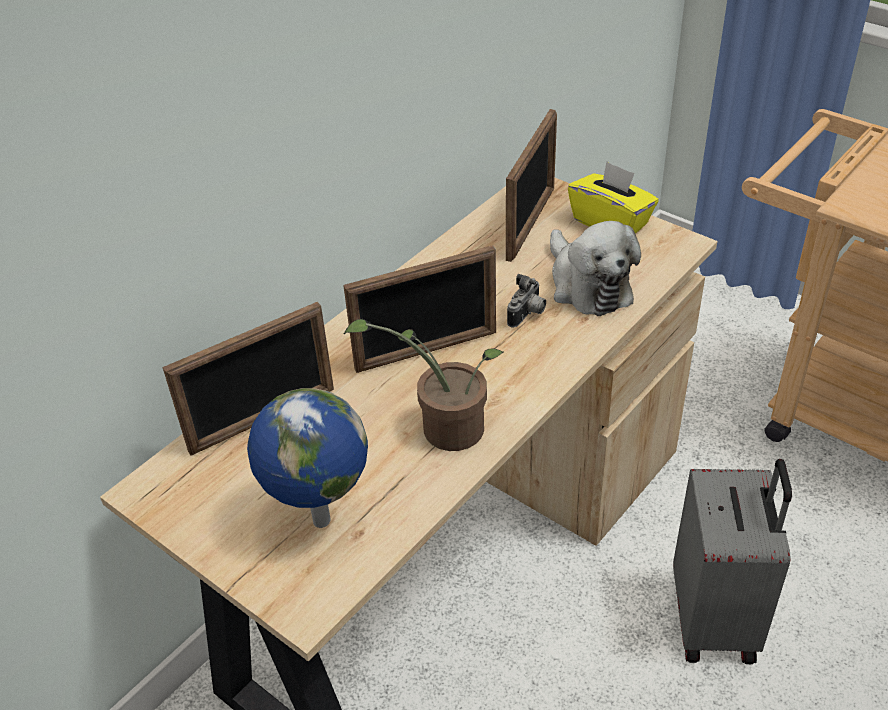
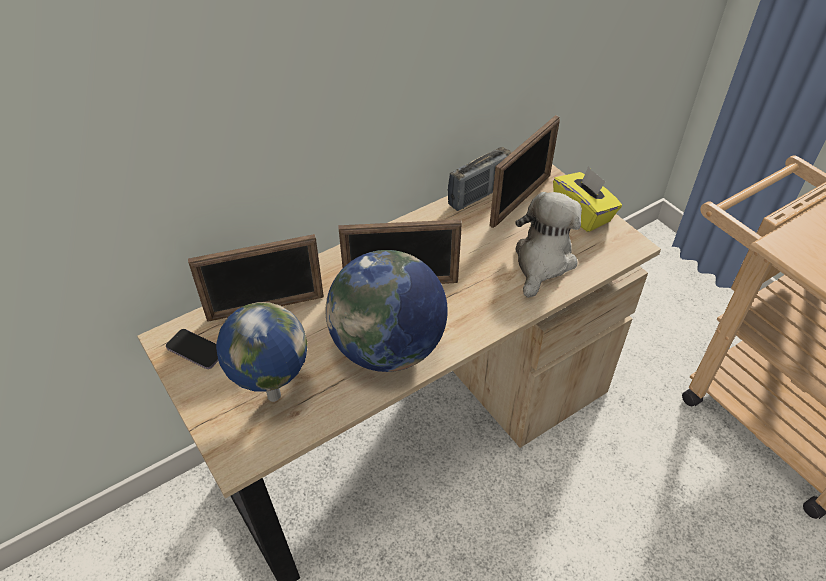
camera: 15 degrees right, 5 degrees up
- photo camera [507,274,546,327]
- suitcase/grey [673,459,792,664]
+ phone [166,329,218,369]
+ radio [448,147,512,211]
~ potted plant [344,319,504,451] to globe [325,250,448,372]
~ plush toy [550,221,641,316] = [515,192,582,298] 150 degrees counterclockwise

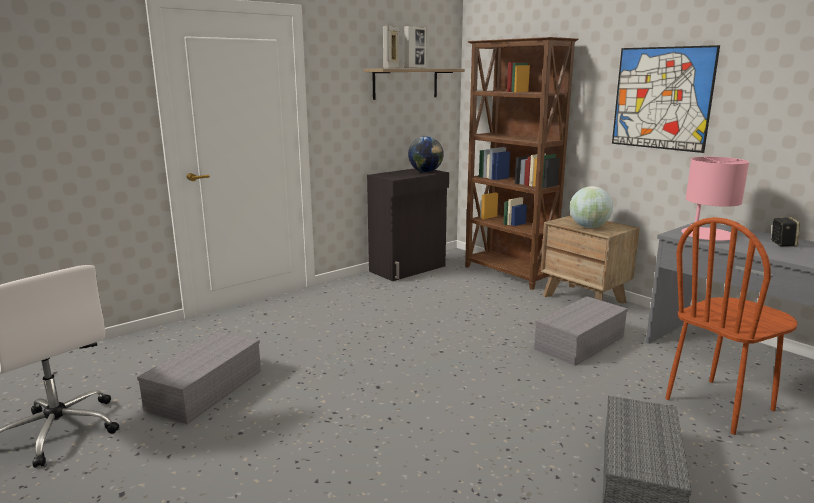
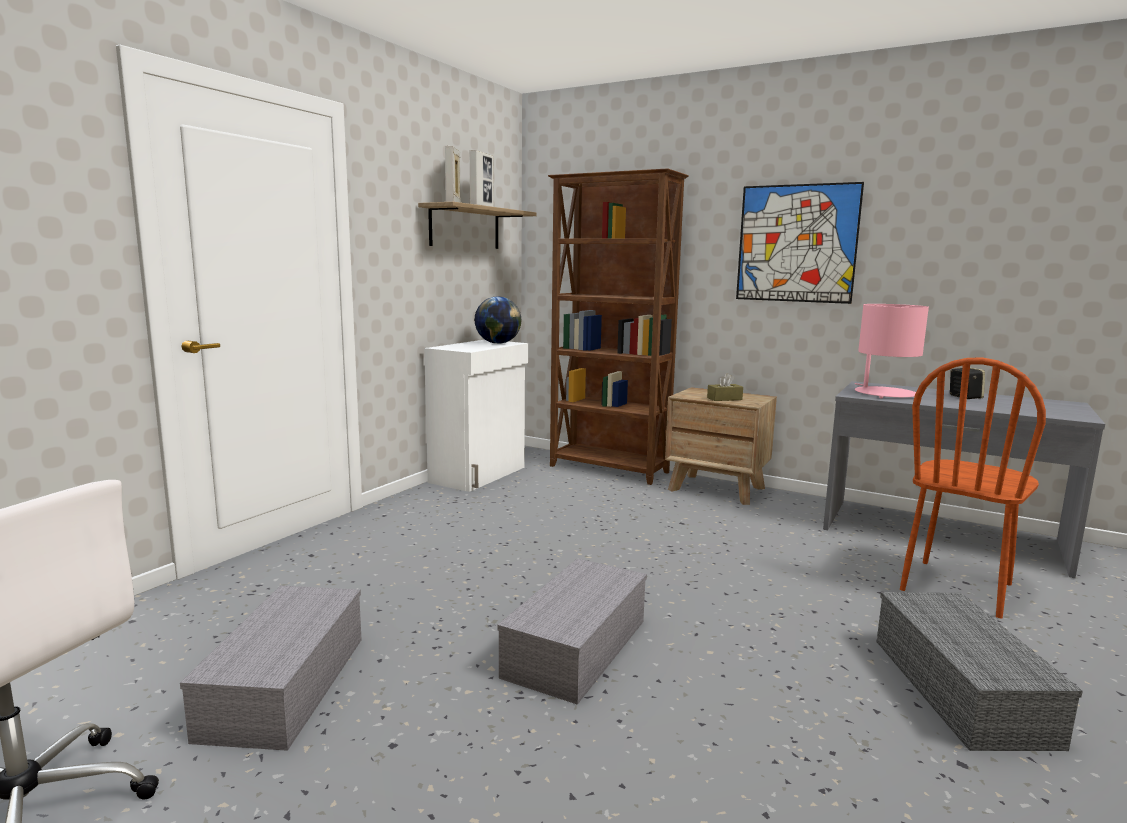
camera: 20 degrees left, 5 degrees down
~ storage box/grey [534,296,628,366] to [497,558,647,705]
~ globe [570,186,613,228] to tissue box/brown [707,373,743,401]
~ cabinet/black [367,168,449,281] to cabinet/white [424,340,528,492]

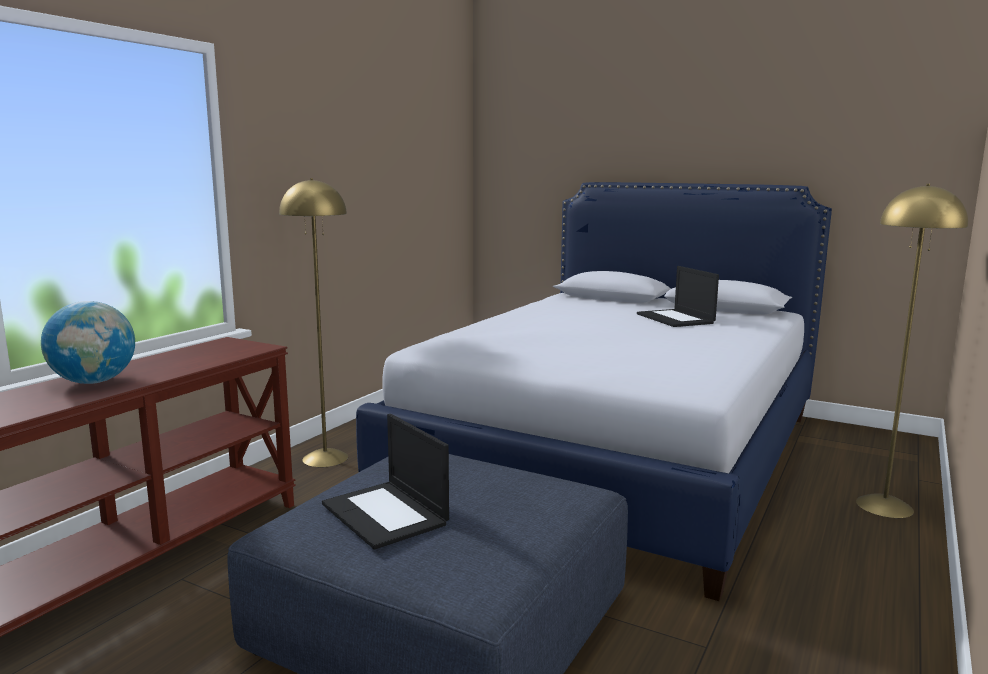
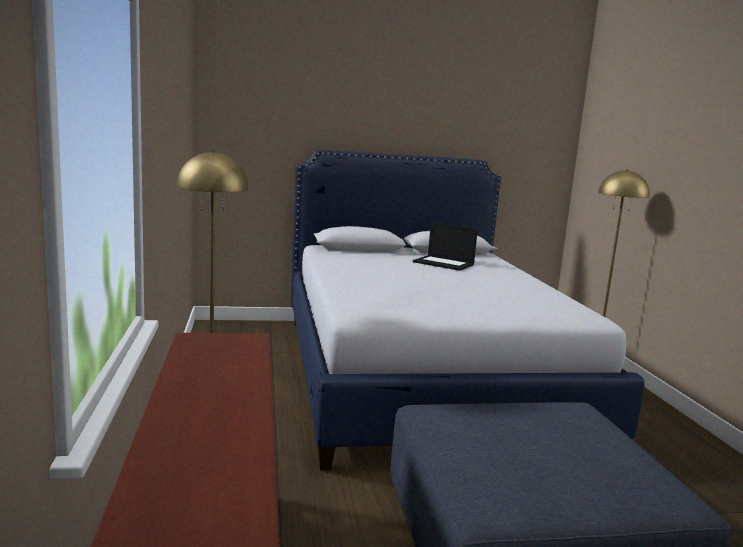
camera: 40 degrees left, 0 degrees up
- globe [41,301,135,384]
- laptop [322,414,449,549]

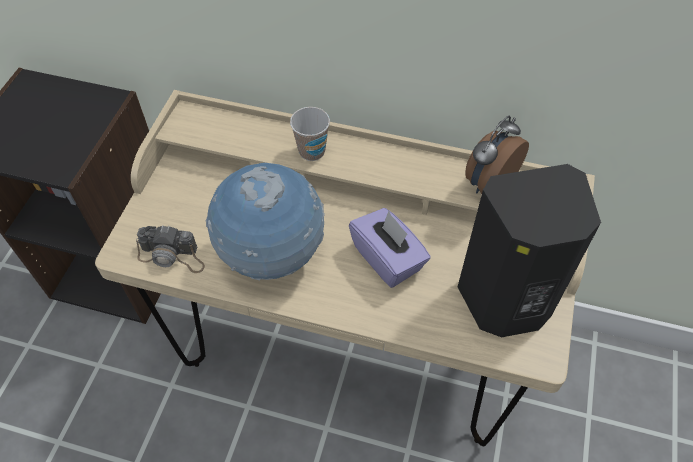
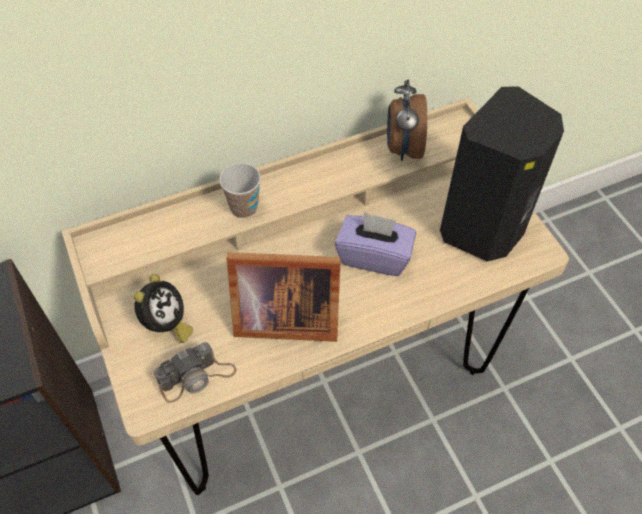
camera: 40 degrees left, 0 degrees up
+ alarm clock [134,274,193,343]
~ globe [205,163,325,280] to picture frame [226,252,341,342]

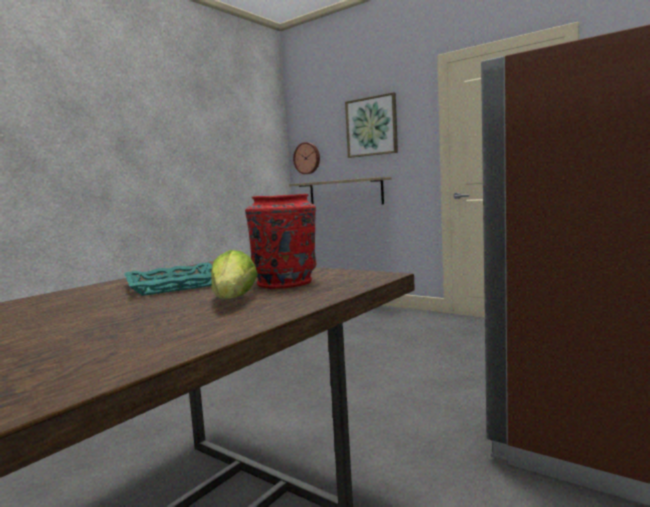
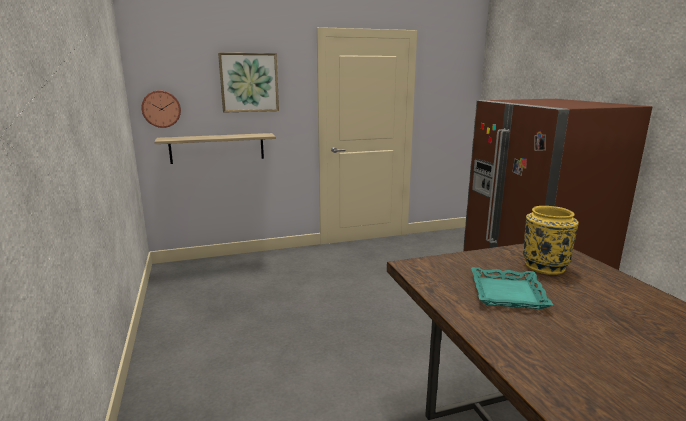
camera: 55 degrees left, 10 degrees up
- lettuce [211,250,258,299]
~ vase/red [245,194,317,289] to vase/yellow [523,206,579,275]

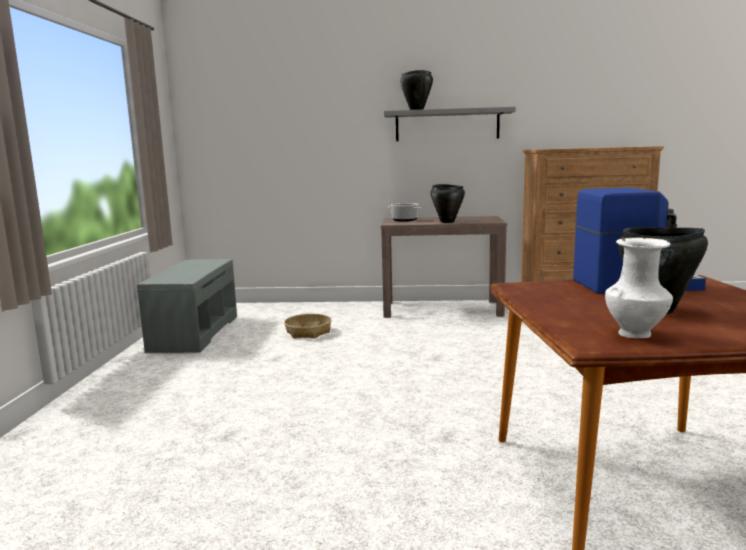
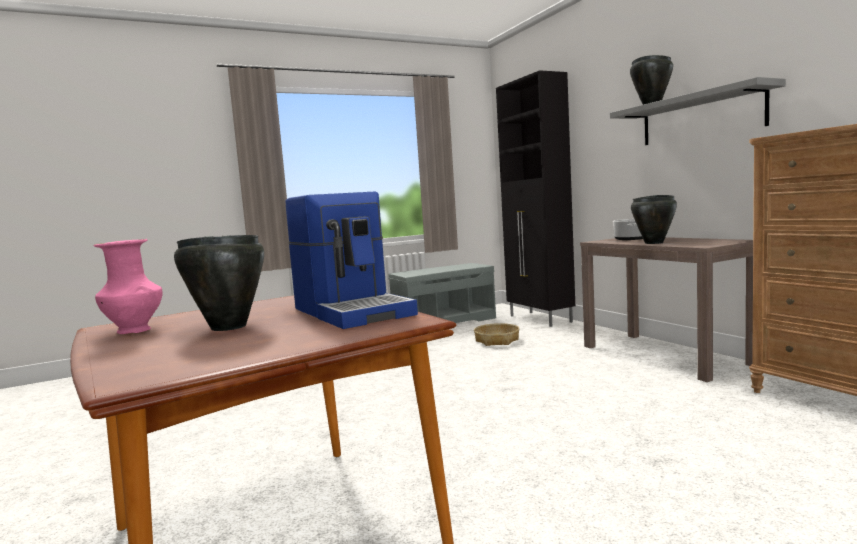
camera: 60 degrees right, 5 degrees down
+ cabinet/black [496,70,575,327]
~ vase/white [605,237,673,338] to vase/pink [94,239,163,334]

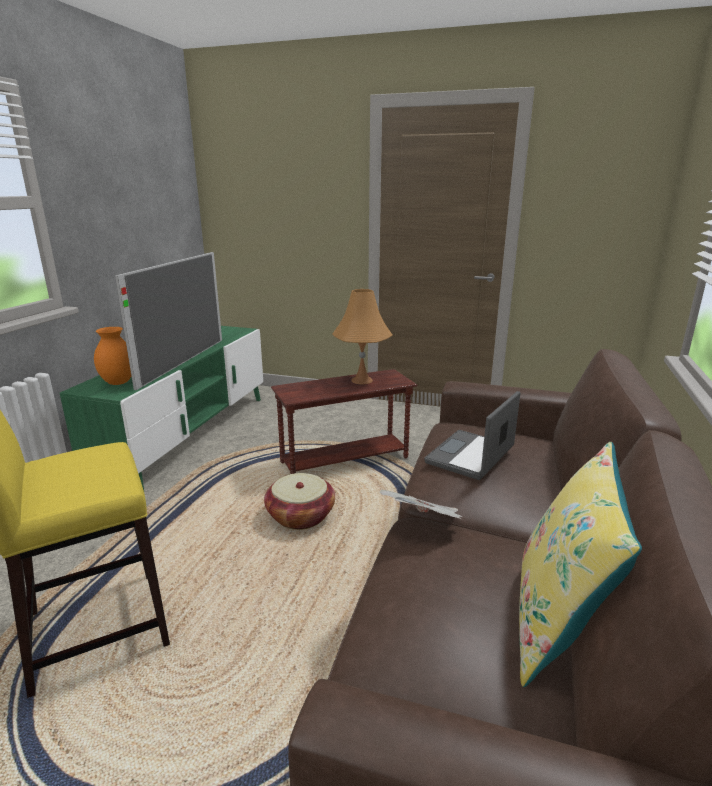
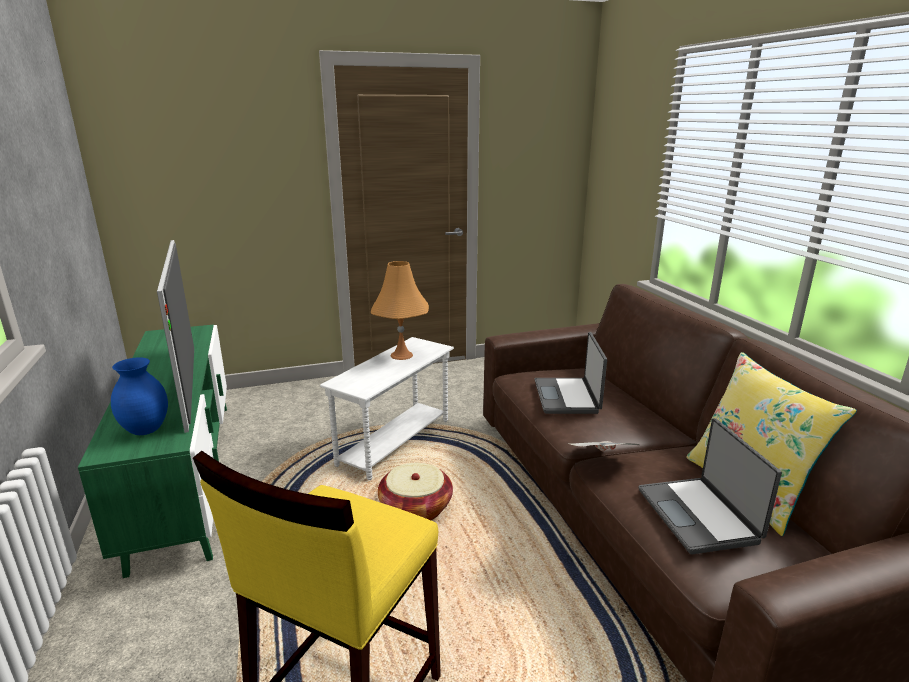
camera: 35 degrees left, 0 degrees up
+ laptop [639,418,782,554]
~ vase/orange [94,327,131,385] to vase/blue [111,357,168,435]
~ side table/brown [271,369,417,474] to side table/white [320,337,454,480]

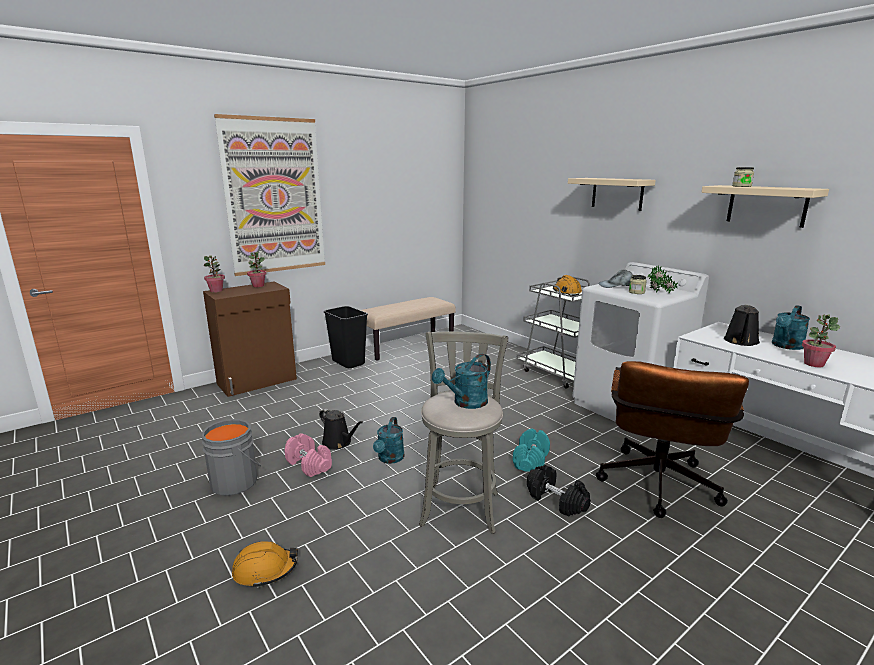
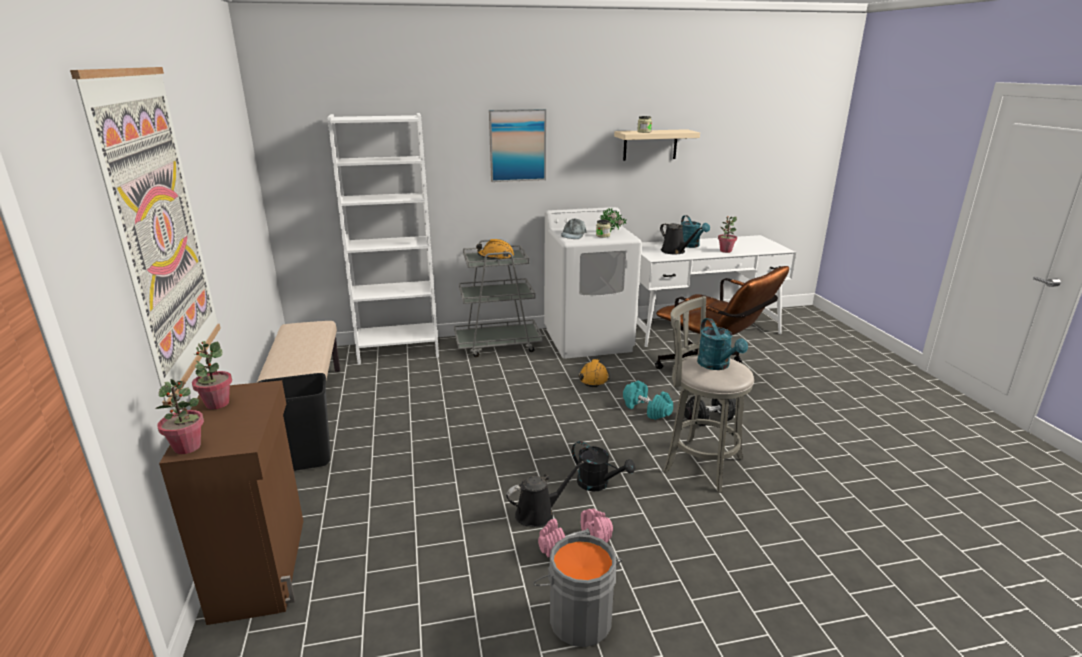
camera: 65 degrees left, 5 degrees up
+ bookcase/white [327,113,439,365]
~ hard hat/orange [232,541,298,588] to [578,359,610,387]
~ shelf/beige [568,178,656,211] to picture [489,109,546,182]
~ watering can/turquoise [373,417,404,464] to watering can/black [572,441,635,492]

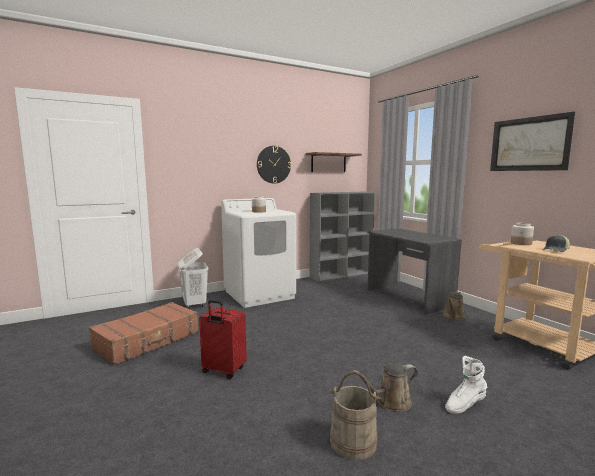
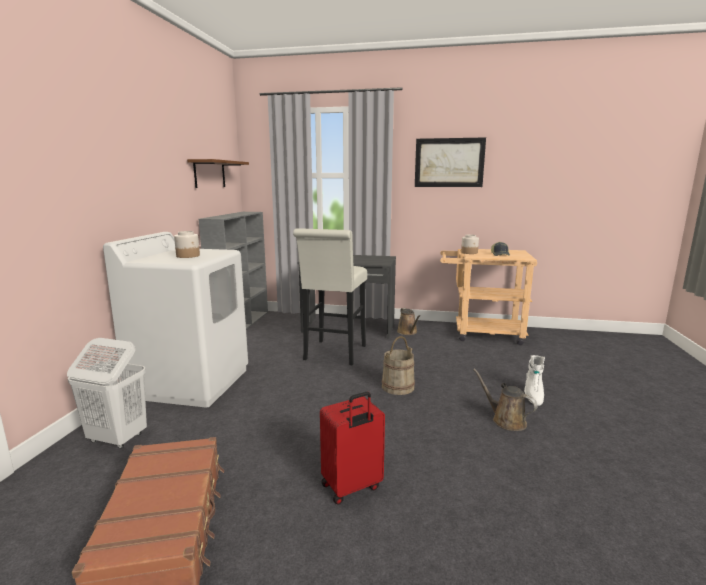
camera: 50 degrees left, 5 degrees up
- wall clock [257,146,291,183]
+ stool/white [293,228,367,365]
~ bucket/beige [330,371,380,460] to [382,336,415,395]
~ watering can/brown [352,363,418,411] = [473,369,537,431] 120 degrees clockwise

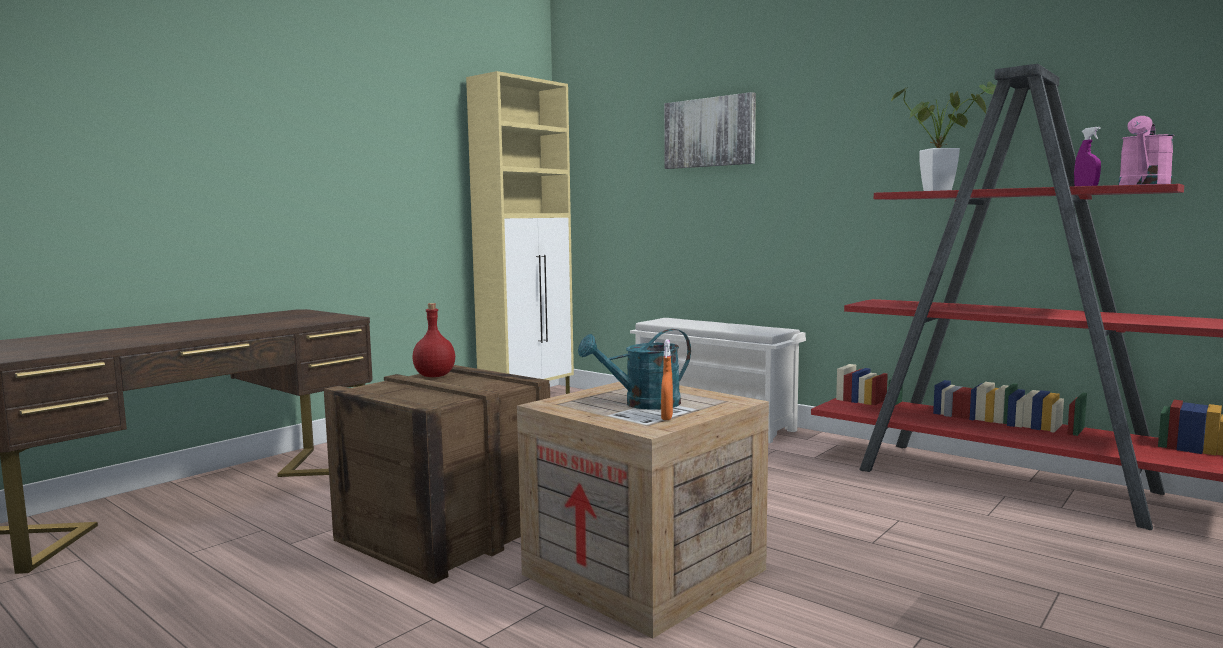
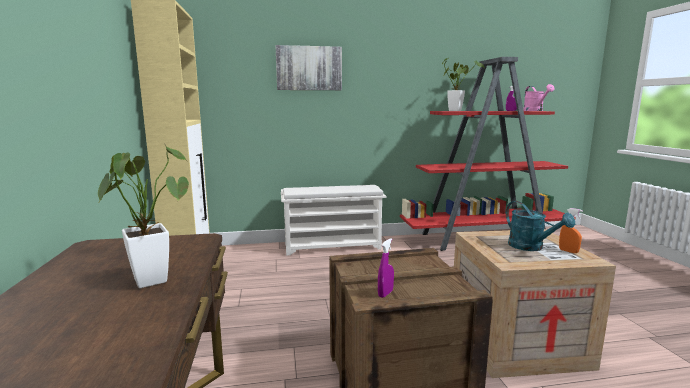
camera: 50 degrees left, 5 degrees up
- bottle/red [412,303,455,377]
+ potted plant [98,145,189,288]
+ spray bottle/purple [378,238,394,298]
~ watering can/turquoise [578,329,691,410] = [506,201,575,251] 45 degrees counterclockwise

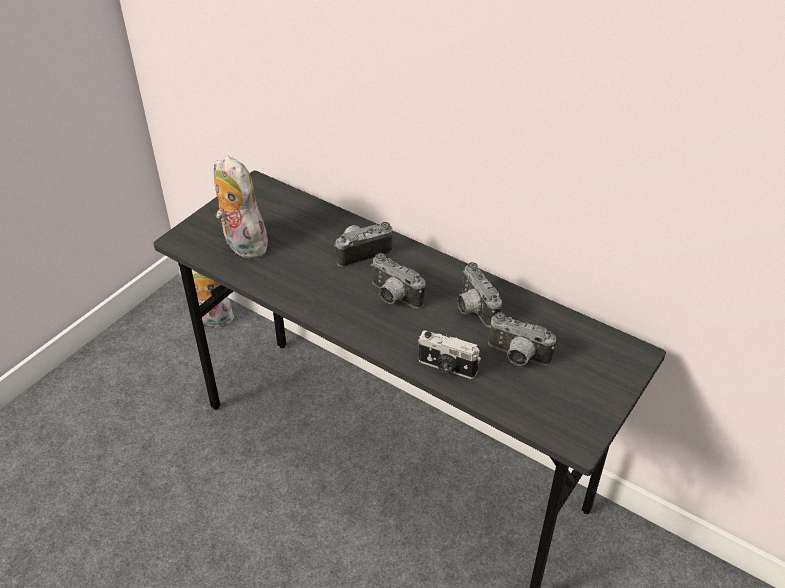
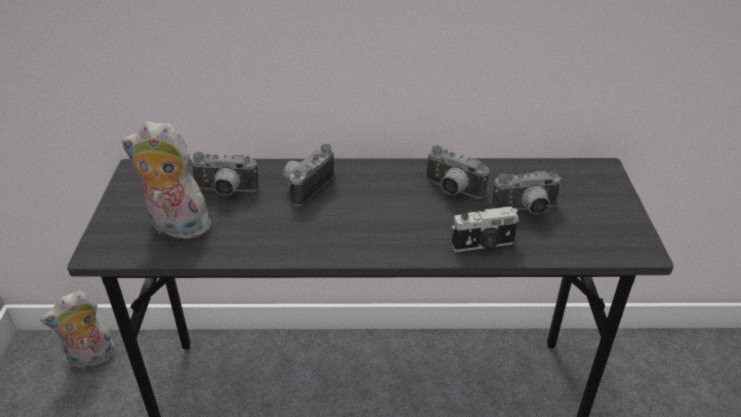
camera: 35 degrees left, 5 degrees down
~ photo camera [371,253,426,309] to [190,152,259,196]

